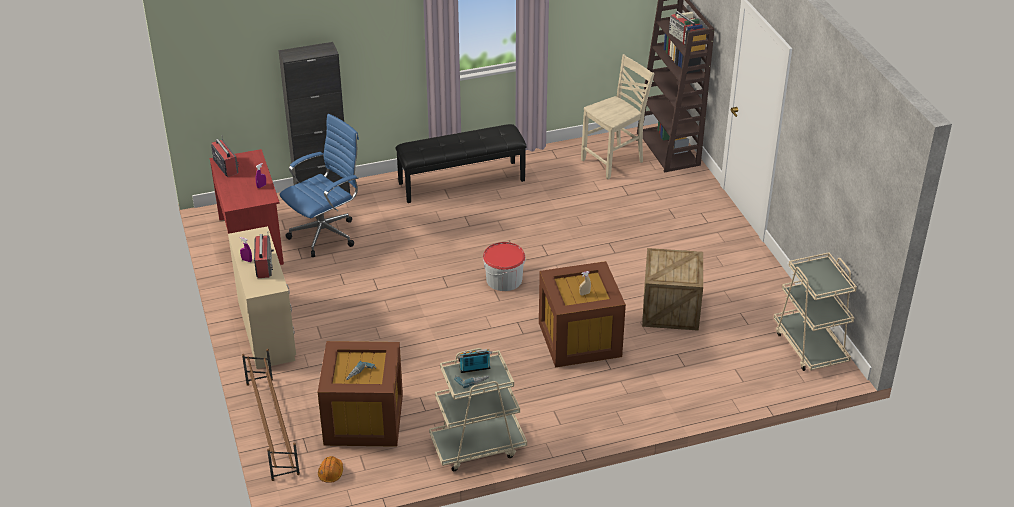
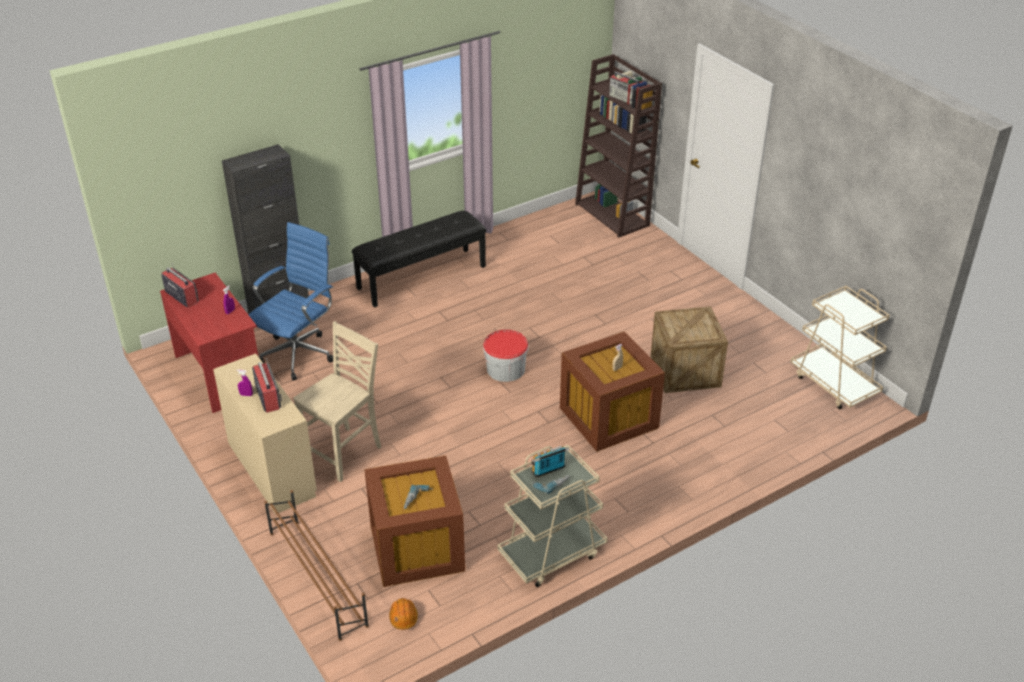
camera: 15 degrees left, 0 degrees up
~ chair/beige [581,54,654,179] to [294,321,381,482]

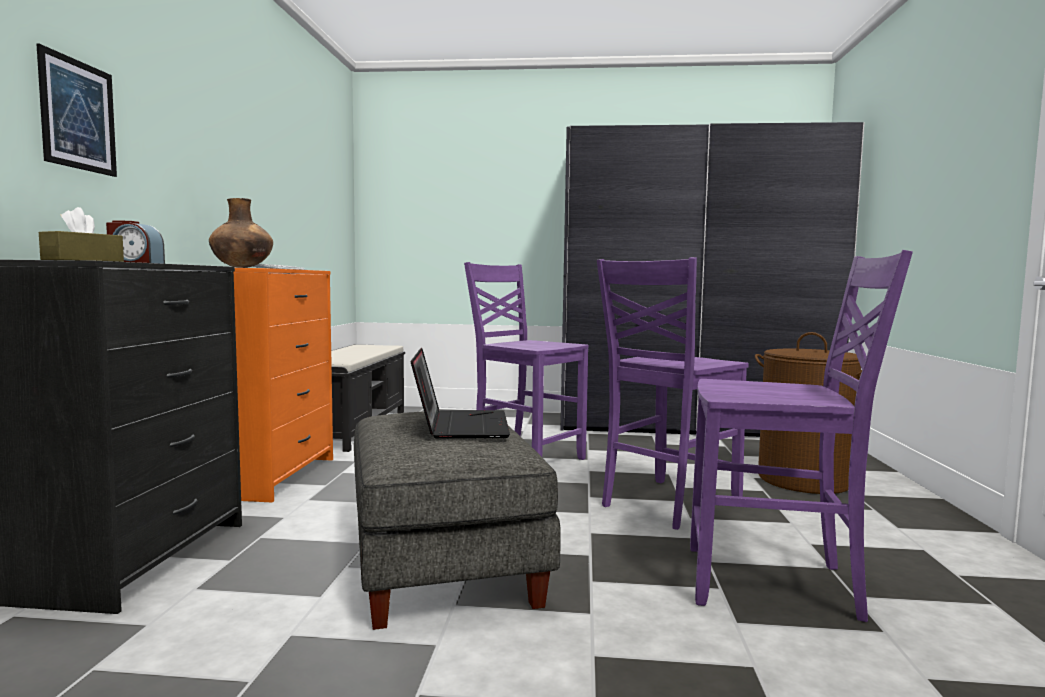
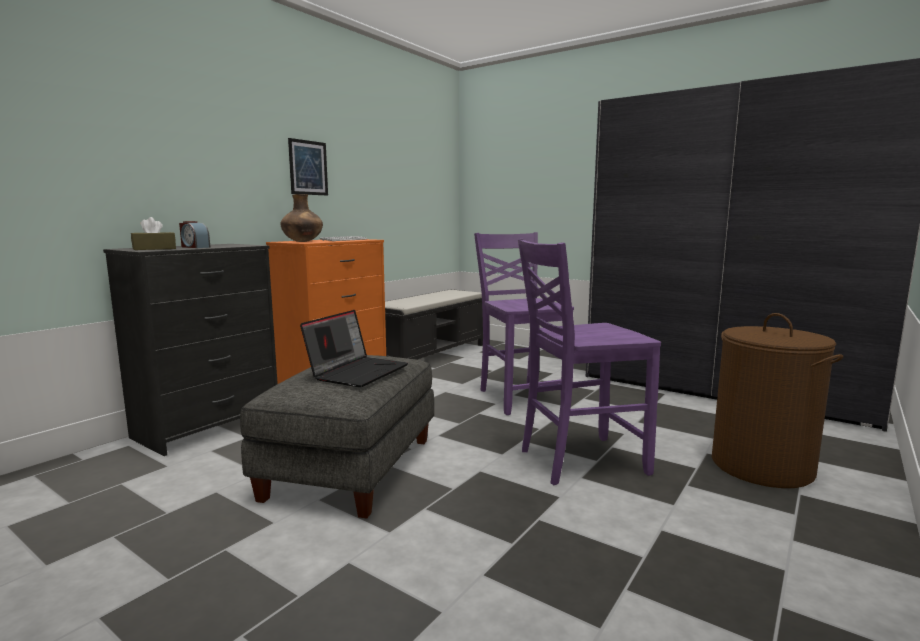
camera: 30 degrees right, 5 degrees up
- chair/purple [690,250,913,622]
~ picture [36,44,117,177] to [288,138,328,195]

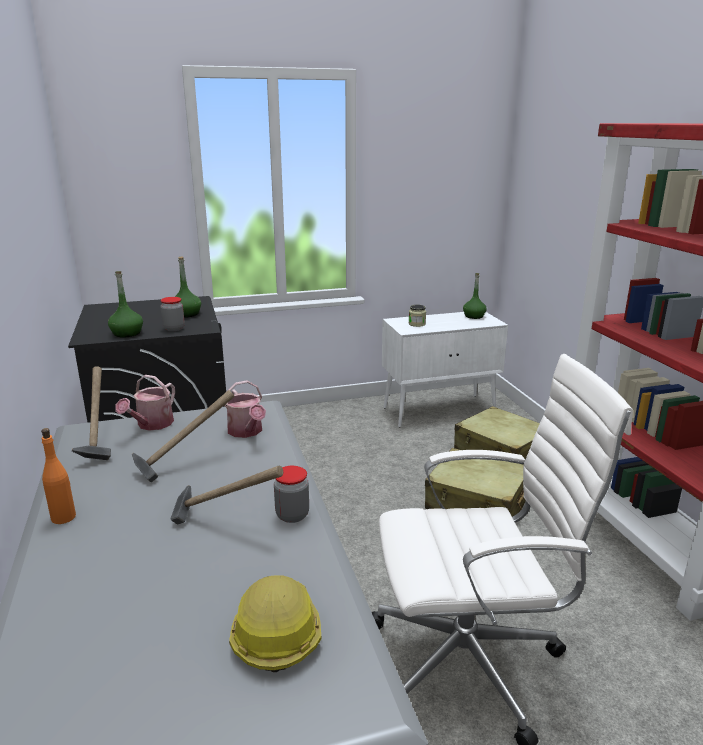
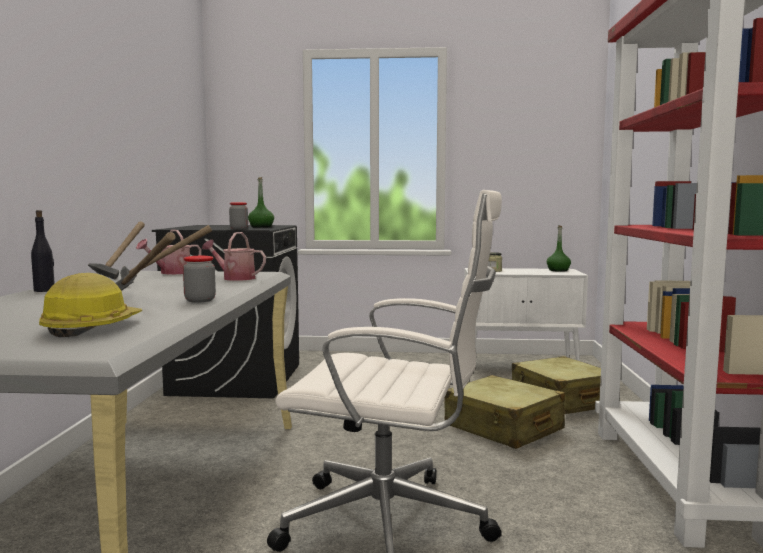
camera: 20 degrees right, 15 degrees down
- bottle/green [108,271,143,337]
~ bottle/orange [41,428,76,524] to bottle/black [31,210,55,292]
~ watering can [224,380,266,438] = [202,232,266,281] 120 degrees clockwise

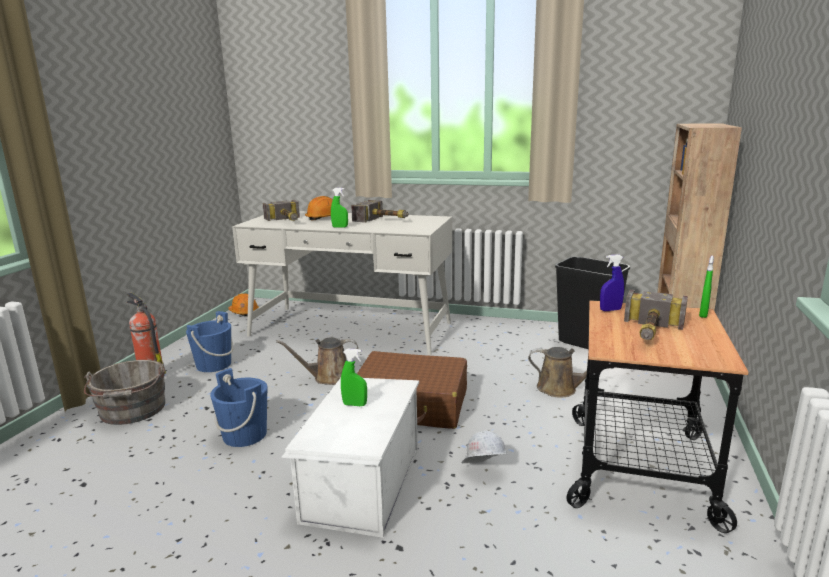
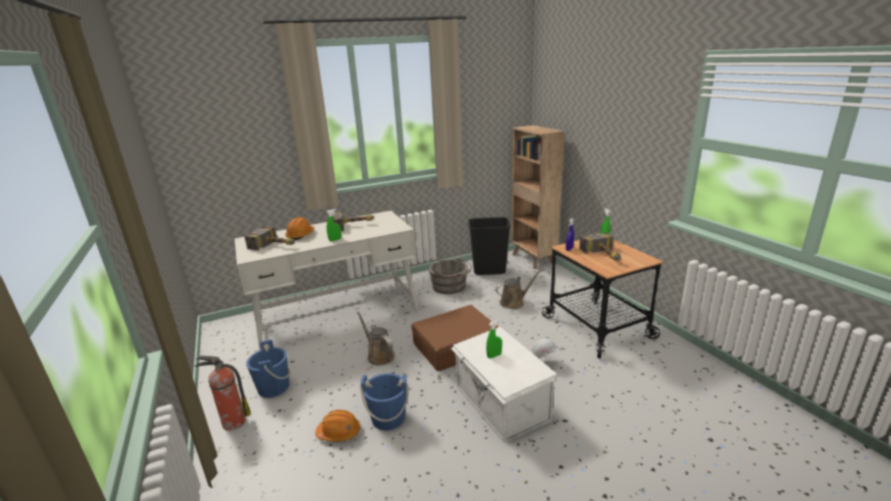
camera: 40 degrees left, 5 degrees up
~ bucket/grey [84,360,165,425] to [429,257,472,294]
~ hard hat/orange [228,294,259,316] to [315,410,360,442]
~ watering can/brown [276,337,358,385] = [357,311,395,365] 105 degrees clockwise

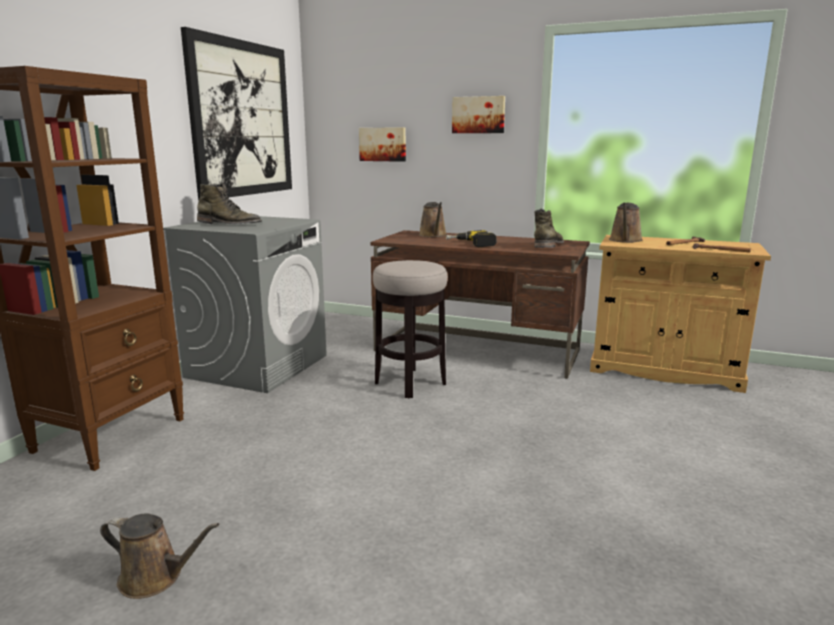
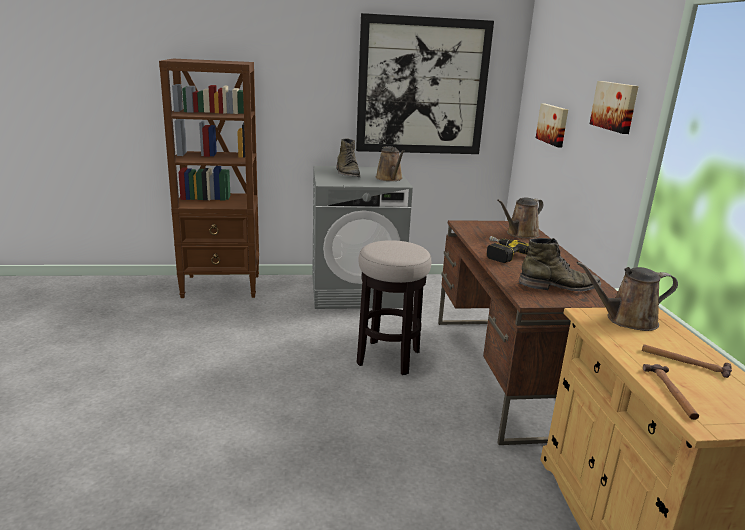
camera: 60 degrees right, 5 degrees up
~ watering can/brown [100,513,219,599] to [376,146,404,181]

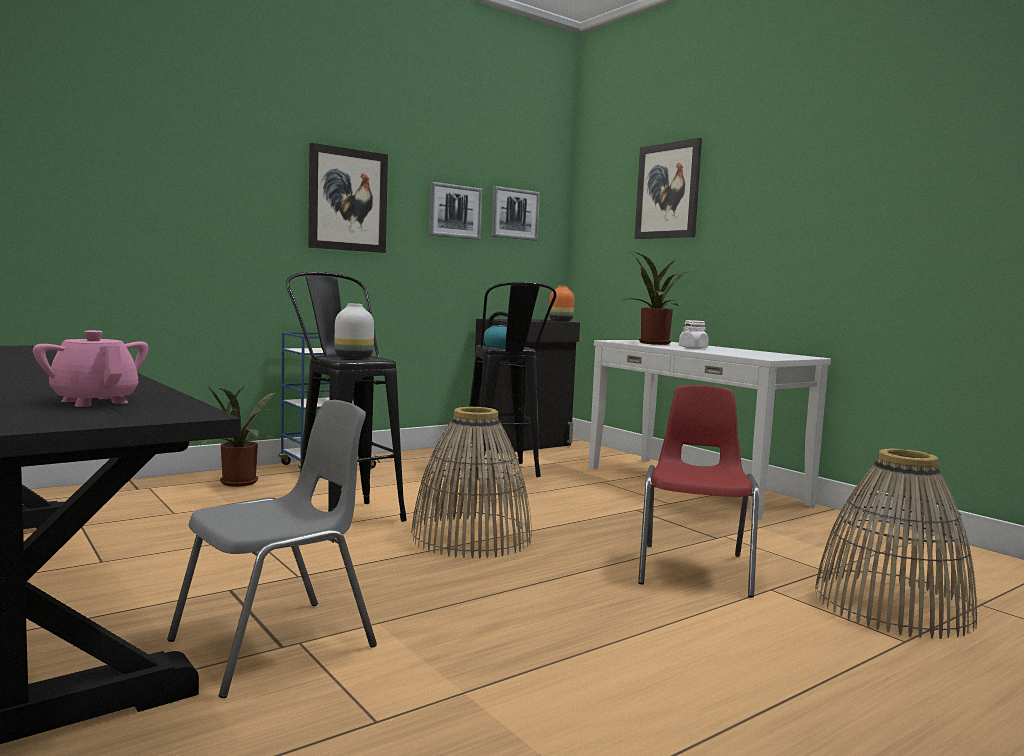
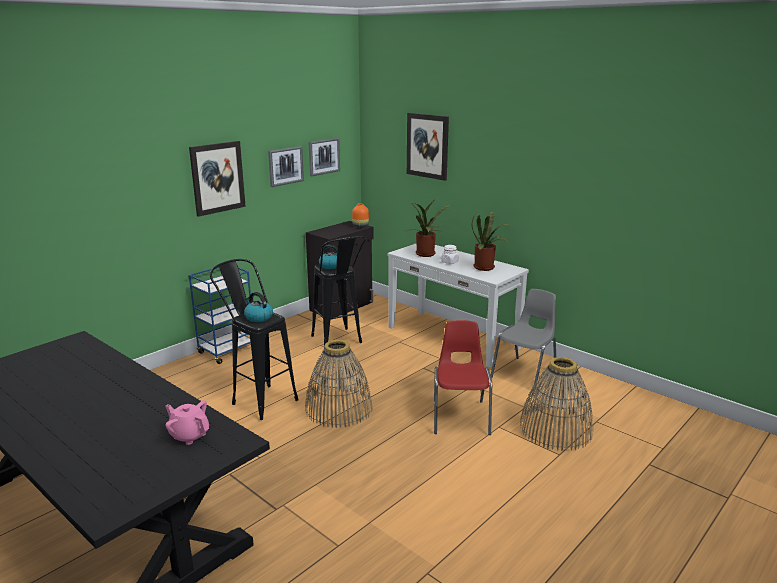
camera: 10 degrees left, 15 degrees up
~ chair/grey [167,400,377,698] to [491,289,556,391]
~ potted plant [201,387,276,487] to [472,210,510,271]
~ vase/white [335,304,374,359] to kettle [244,292,273,322]

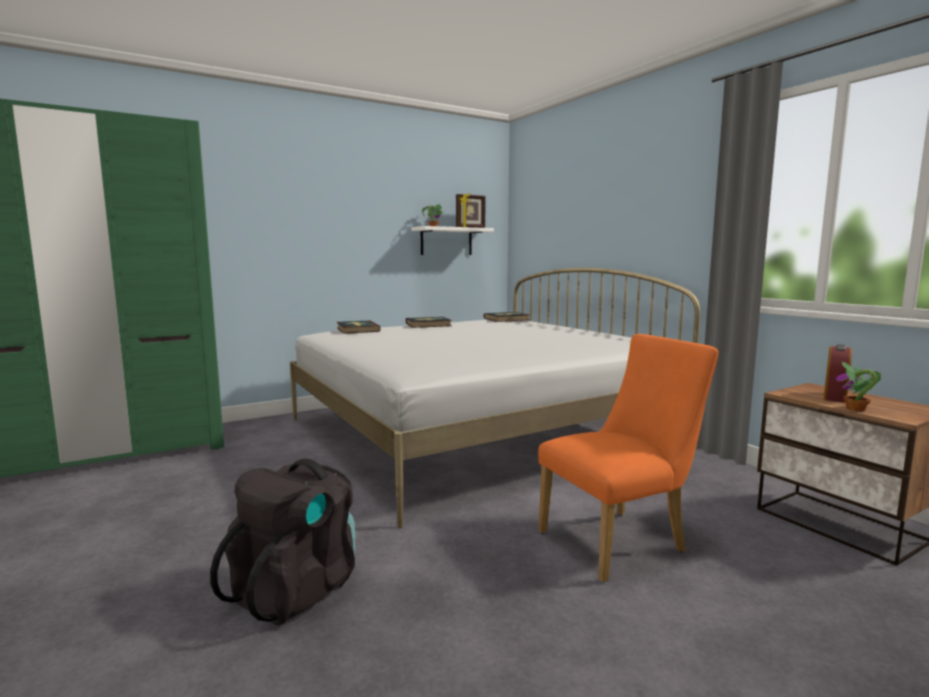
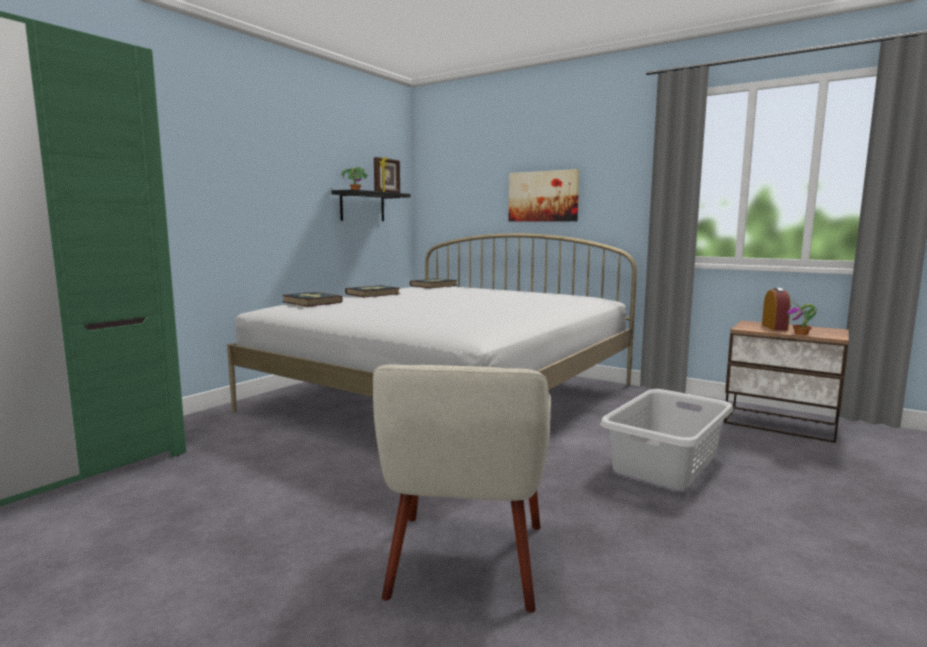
camera: 25 degrees left, 0 degrees up
+ picture [509,169,579,222]
~ backpack/black [210,459,355,625] to armchair/beige [373,364,551,613]
~ chair/orange [538,334,719,582] to laundry basket/grey [600,389,733,489]
~ shelf/white [411,226,494,255] to shelf/black [332,189,411,221]

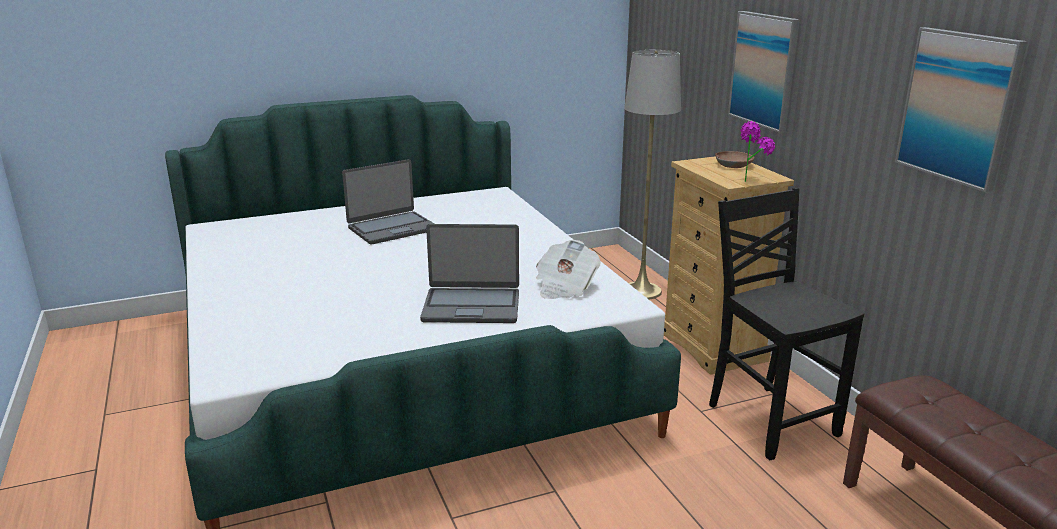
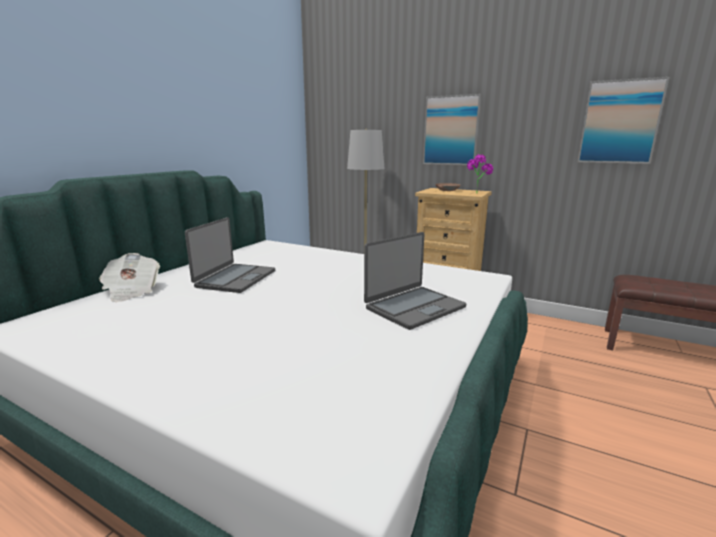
camera: 40 degrees left, 5 degrees down
- chair/black [709,188,864,460]
~ newspaper [536,240,601,299] to [99,253,160,302]

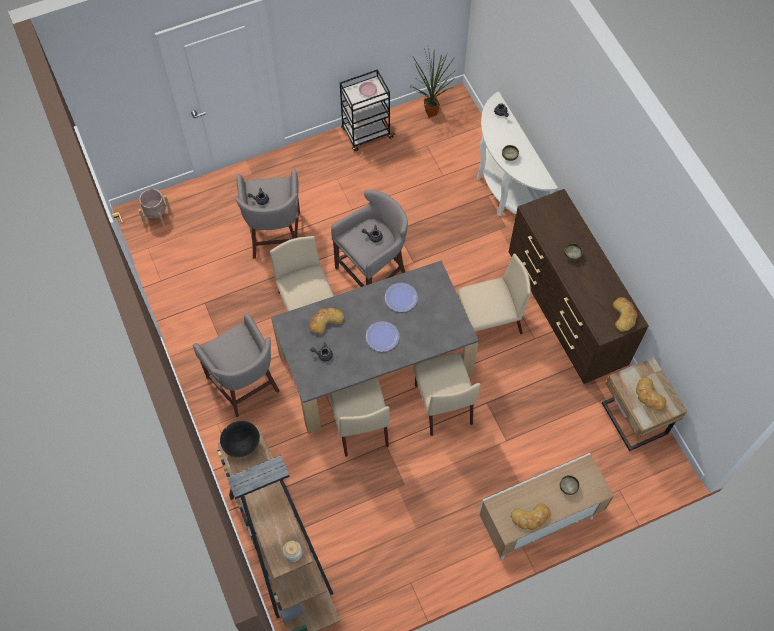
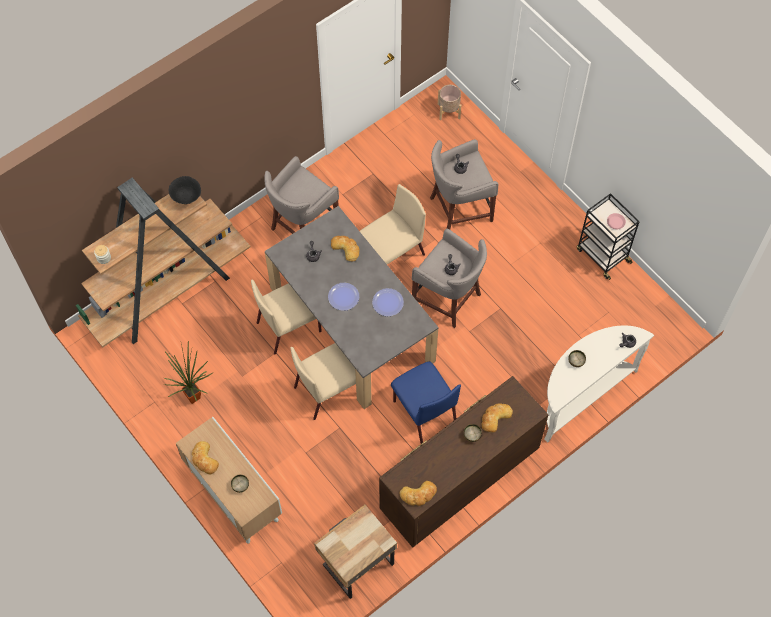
camera: 75 degrees right, 0 degrees up
~ potted plant [412,48,456,118] to [164,341,214,404]
~ bread [636,378,666,411] to [482,403,513,432]
~ chair/beige [457,253,531,334] to chair/blue [391,362,461,444]

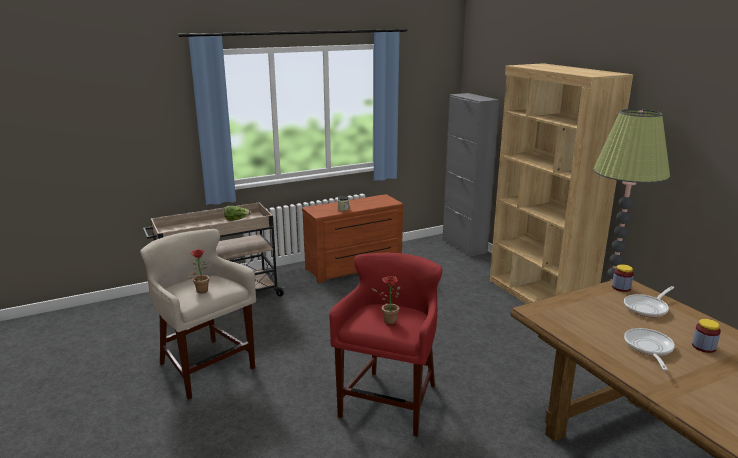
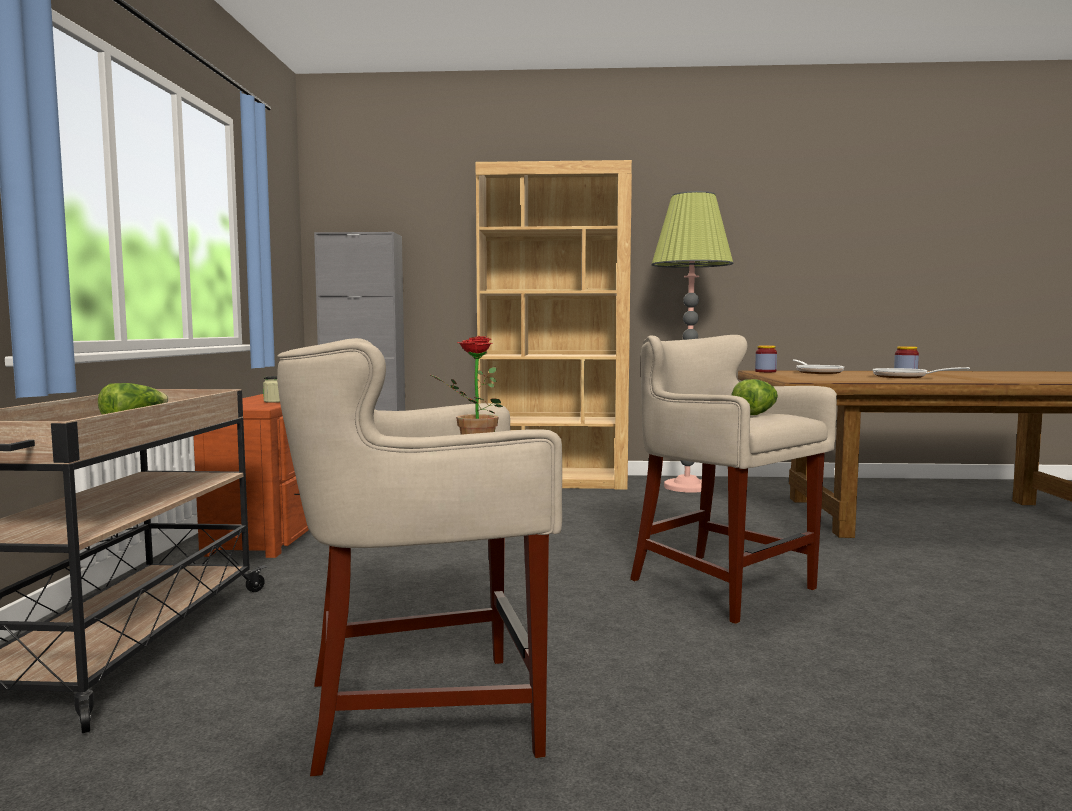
camera: 60 degrees left, 15 degrees down
~ potted plant [372,276,400,324] to lettuce [732,379,778,415]
~ stool/red [329,253,442,437] to stool/beige [630,335,837,624]

